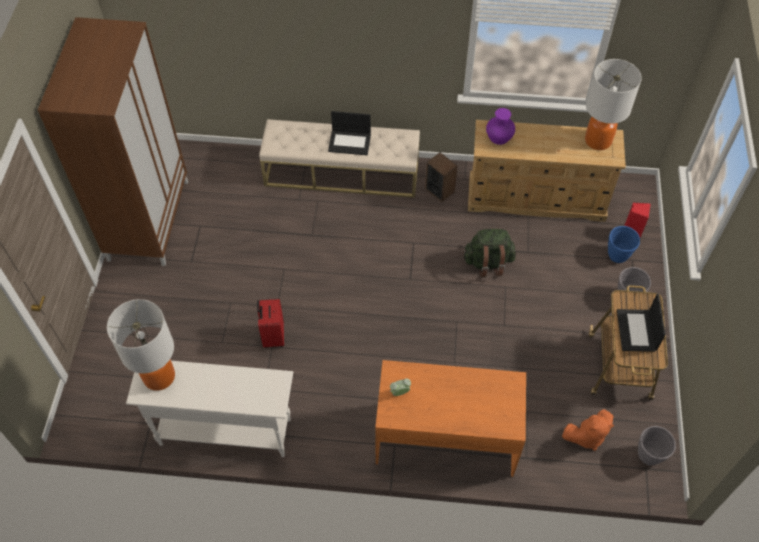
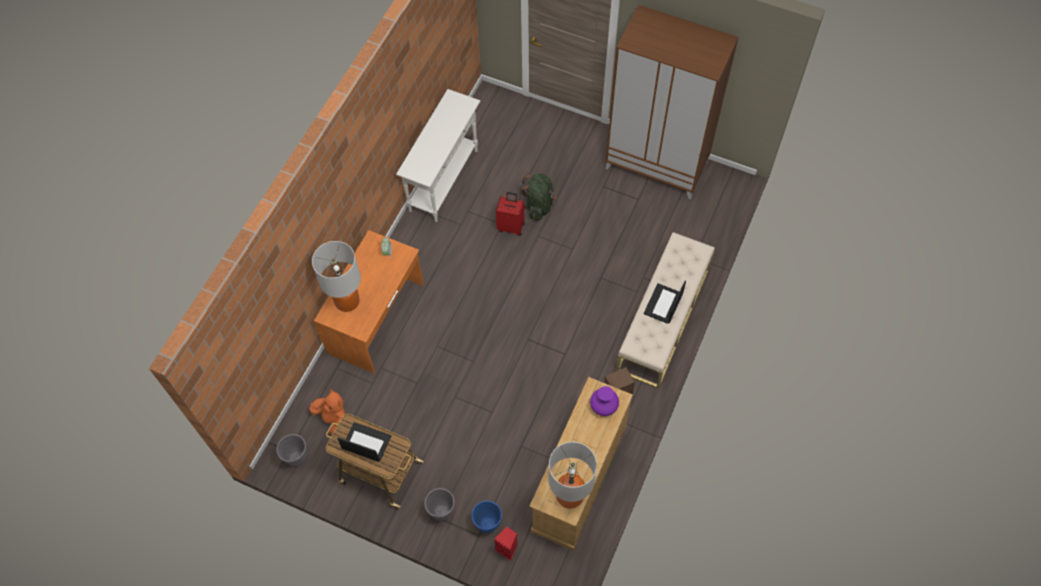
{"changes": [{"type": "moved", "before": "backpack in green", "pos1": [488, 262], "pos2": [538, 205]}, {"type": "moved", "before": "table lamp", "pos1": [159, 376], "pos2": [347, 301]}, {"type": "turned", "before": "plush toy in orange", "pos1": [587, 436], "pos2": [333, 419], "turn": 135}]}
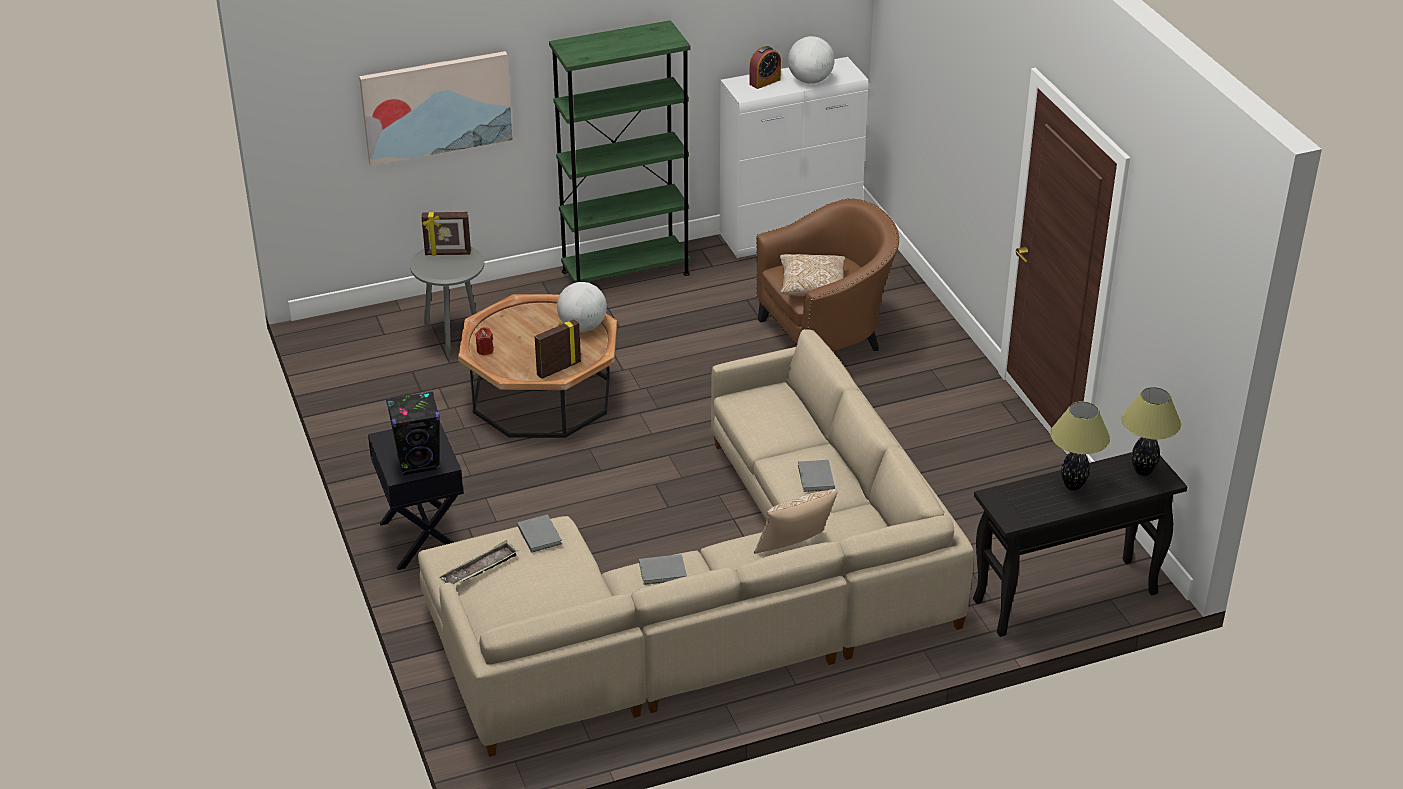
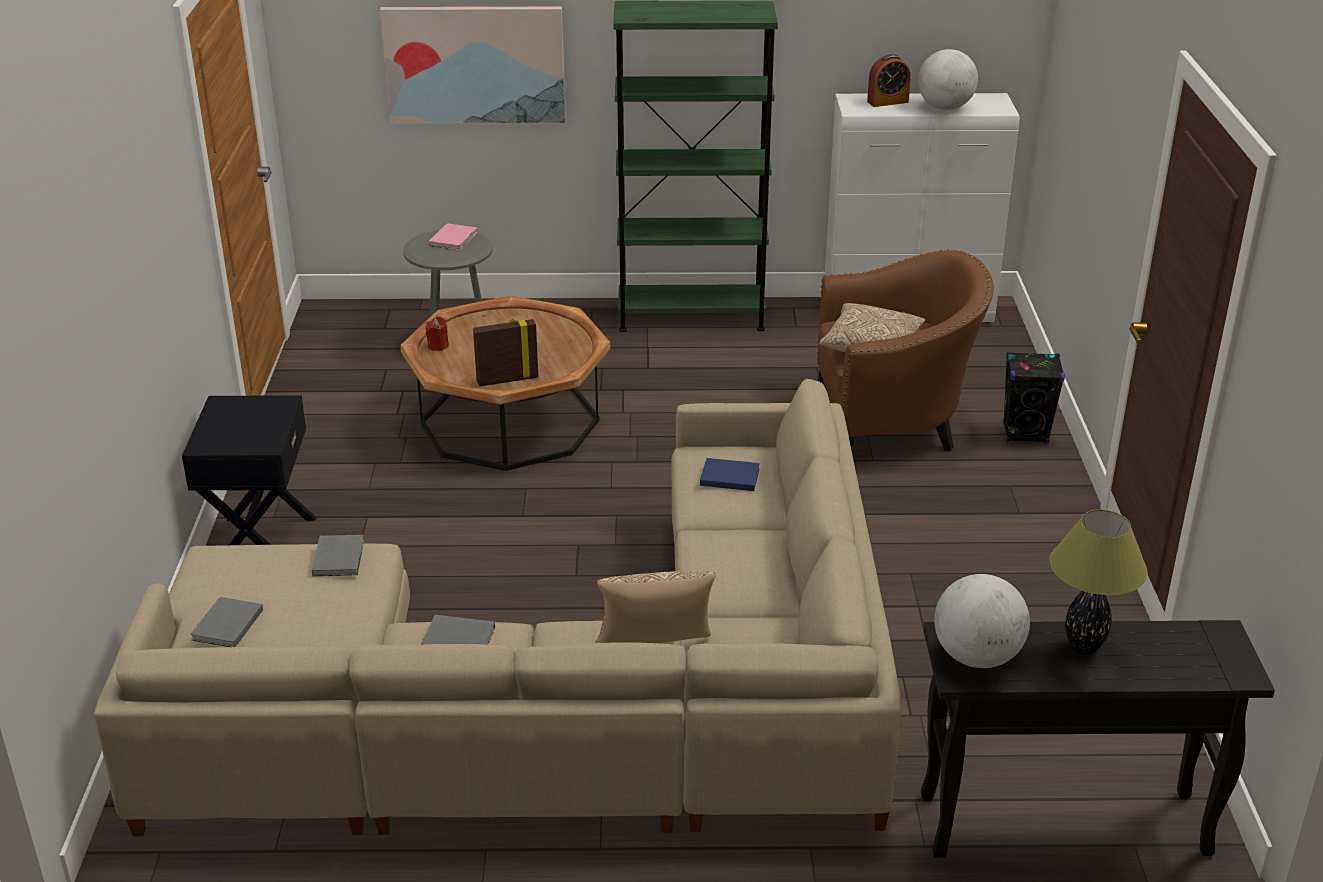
{"changes": [{"type": "replaced", "before": "picture frame", "after": "book in pink", "pos1": [448, 253], "pos2": [454, 238]}, {"type": "moved", "before": "globe", "pos1": [582, 327], "pos2": [976, 657]}, {"type": "removed", "before": "table lamp", "pos1": [1143, 471]}, {"type": "moved", "before": "speaker in black", "pos1": [418, 463], "pos2": [1025, 433]}, {"type": "moved", "before": "book in grey", "pos1": [815, 478], "pos2": [225, 626]}, {"type": "removed", "before": "tray", "pos1": [479, 569]}, {"type": "added", "after": "book in blue", "pos2": [728, 476]}]}
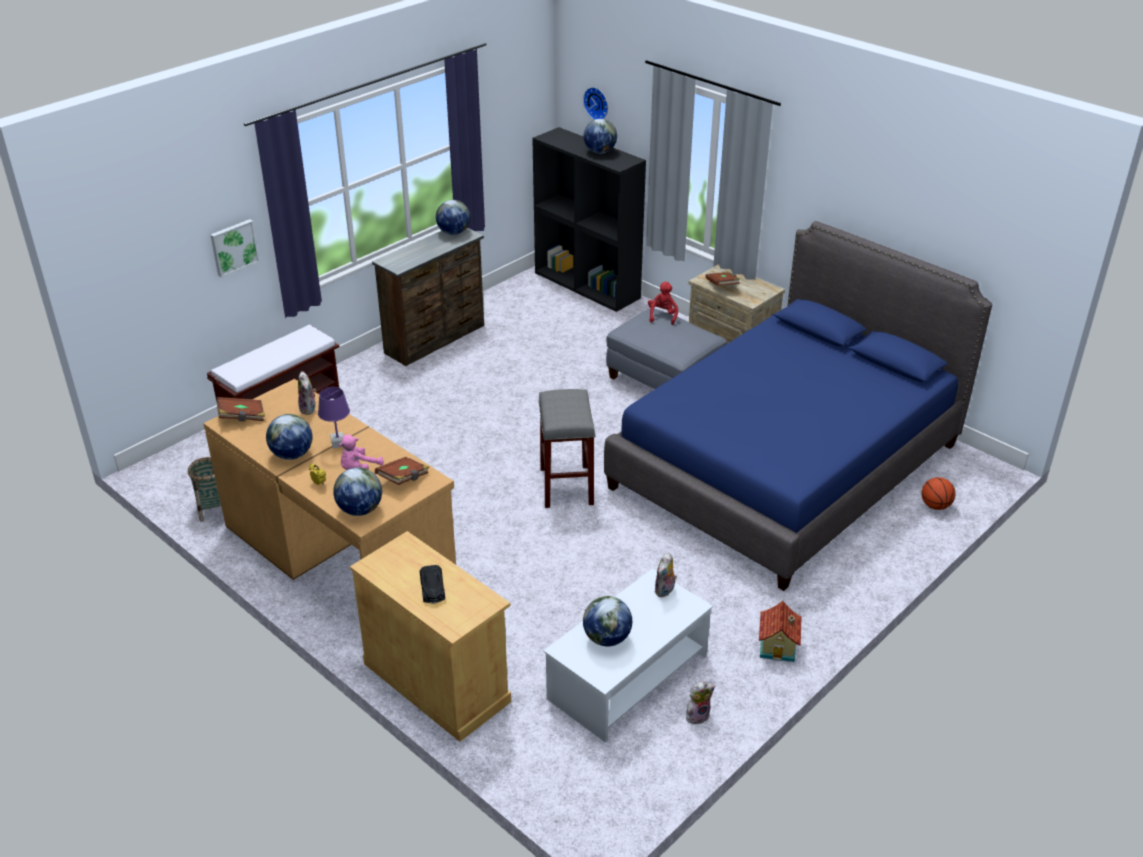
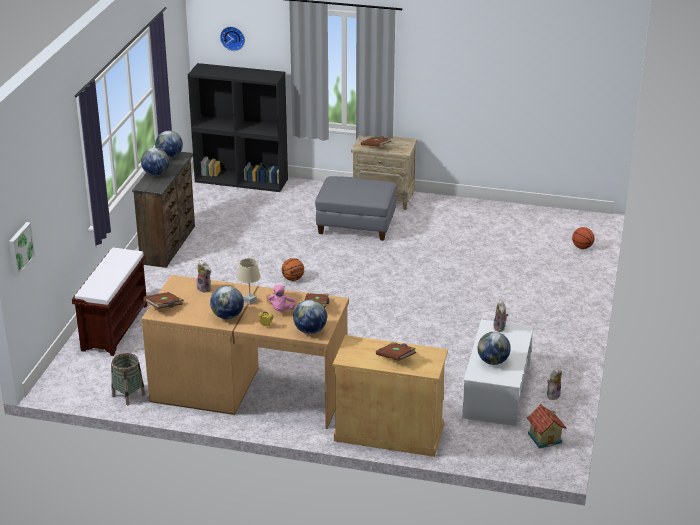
{"changes": [{"type": "moved", "before": "globe", "pos1": [600, 152], "pos2": [156, 174]}, {"type": "moved", "before": "picture", "pos1": [233, 247], "pos2": [20, 248]}, {"type": "removed", "before": "bed in blue", "pos1": [786, 466]}, {"type": "removed", "before": "plush toy in red", "pos1": [662, 316]}, {"type": "recoloured", "before": "table lamp in purple", "after": "table lamp in beige", "pos1": [338, 443], "pos2": [250, 301]}, {"type": "removed", "before": "stool in grey", "pos1": [567, 487]}, {"type": "replaced", "before": "toy car in black", "after": "book in brown", "pos1": [432, 589], "pos2": [396, 357]}, {"type": "moved", "before": "toy house", "pos1": [778, 647], "pos2": [545, 438]}, {"type": "added", "after": "basketball", "pos2": [293, 279]}]}
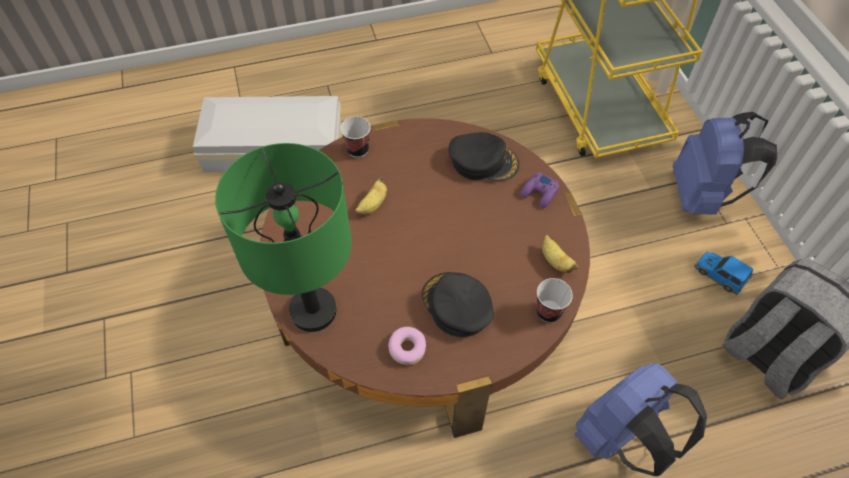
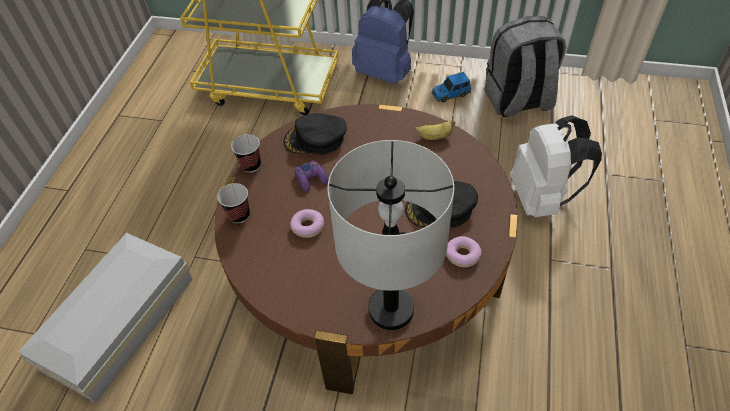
{"changes": [{"type": "turned", "before": "cap in black", "pos1": [483, 161], "pos2": [315, 139], "turn": -135}, {"type": "recoloured", "before": "table lamp in green", "after": "table lamp in grey", "pos1": [313, 311], "pos2": [391, 309]}, {"type": "moved", "before": "game controller in purple", "pos1": [539, 193], "pos2": [311, 179]}, {"type": "replaced", "before": "banana", "after": "donut", "pos1": [372, 205], "pos2": [307, 226]}, {"type": "moved", "before": "cup", "pos1": [548, 312], "pos2": [251, 165]}, {"type": "recoloured", "before": "backpack in blue", "after": "backpack in white", "pos1": [621, 437], "pos2": [541, 198]}]}
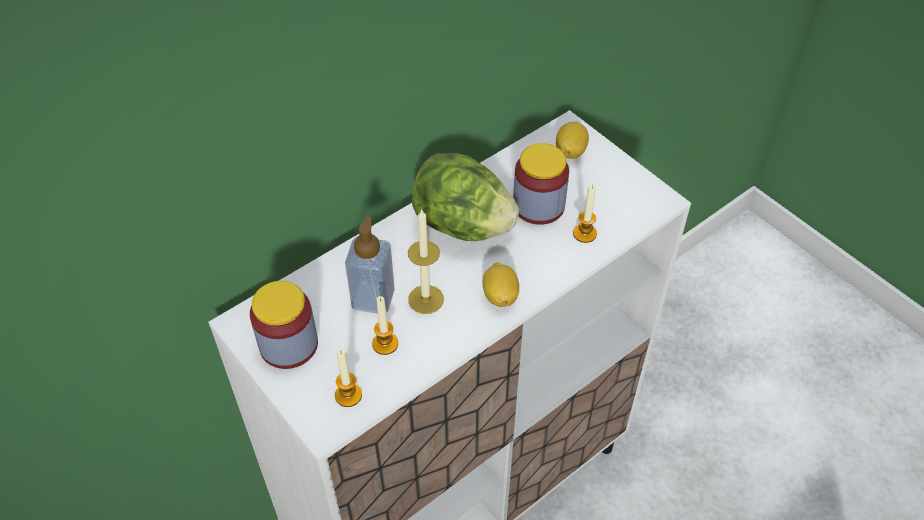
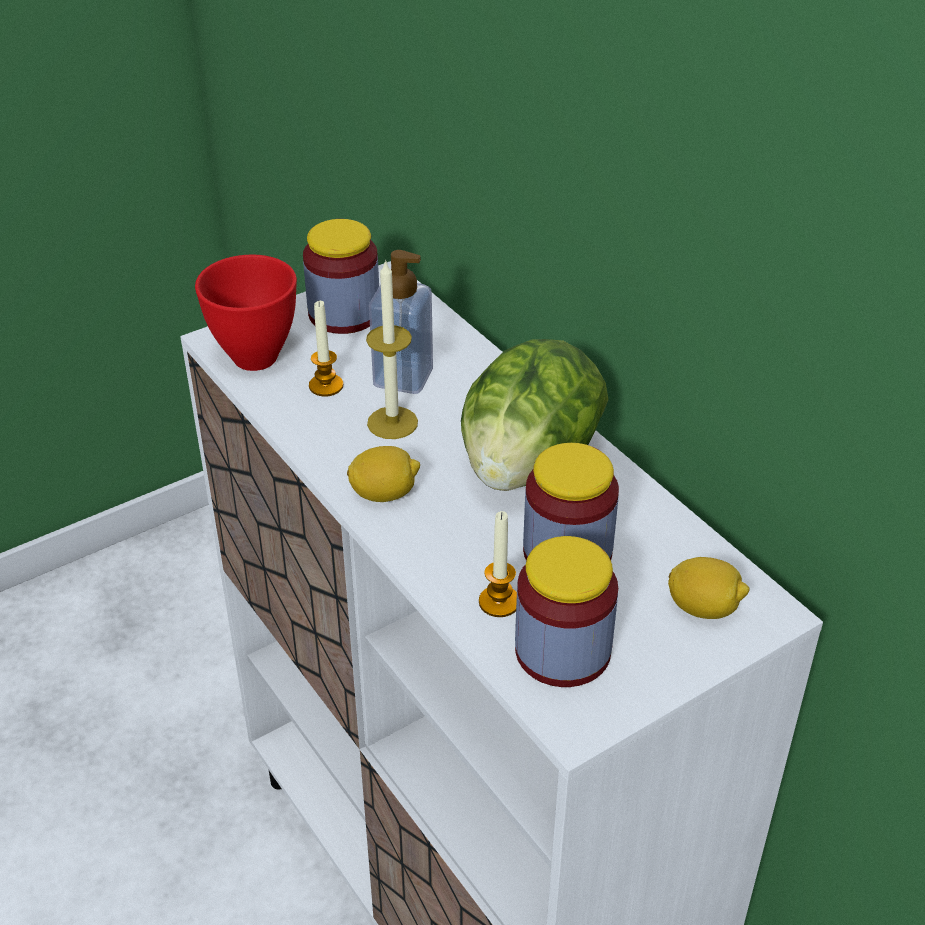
{"changes": [{"type": "replaced", "before": "candle", "after": "bowl in red", "pos1": [348, 395], "pos2": [257, 356]}, {"type": "added", "after": "jar", "pos2": [562, 651]}]}
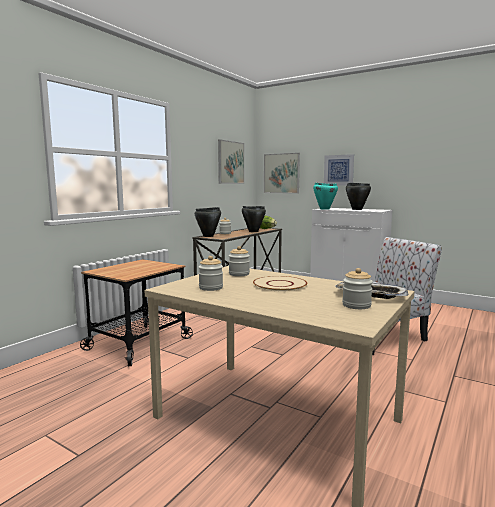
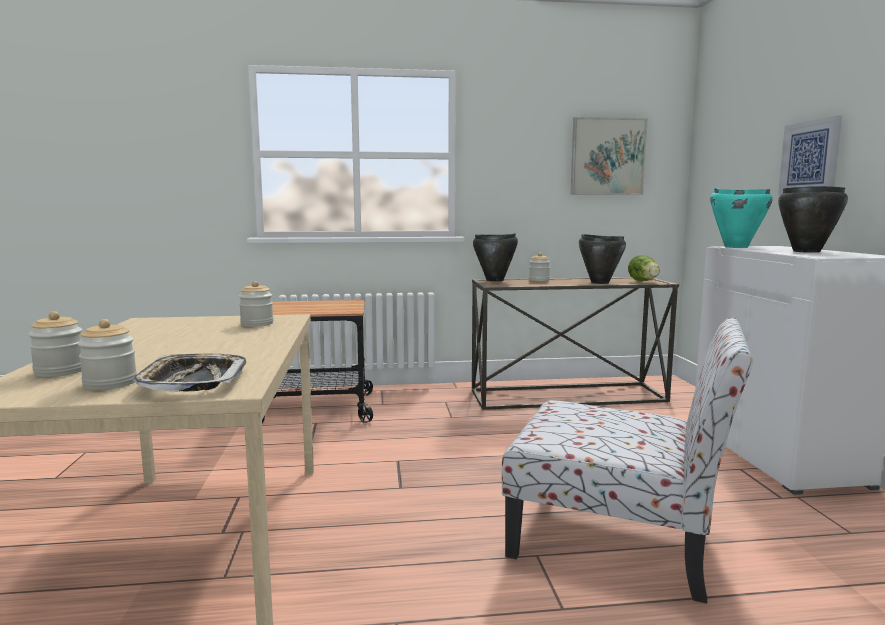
{"changes": [{"type": "removed", "before": "picture", "pos1": [281, 173]}, {"type": "moved", "before": "jar", "pos1": [211, 288], "pos2": [60, 371]}, {"type": "removed", "before": "plate in beige", "pos1": [279, 284]}]}
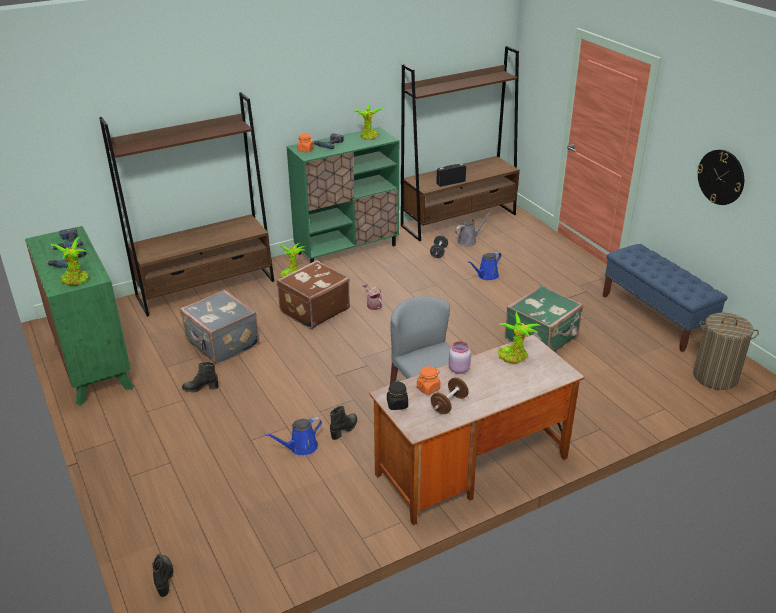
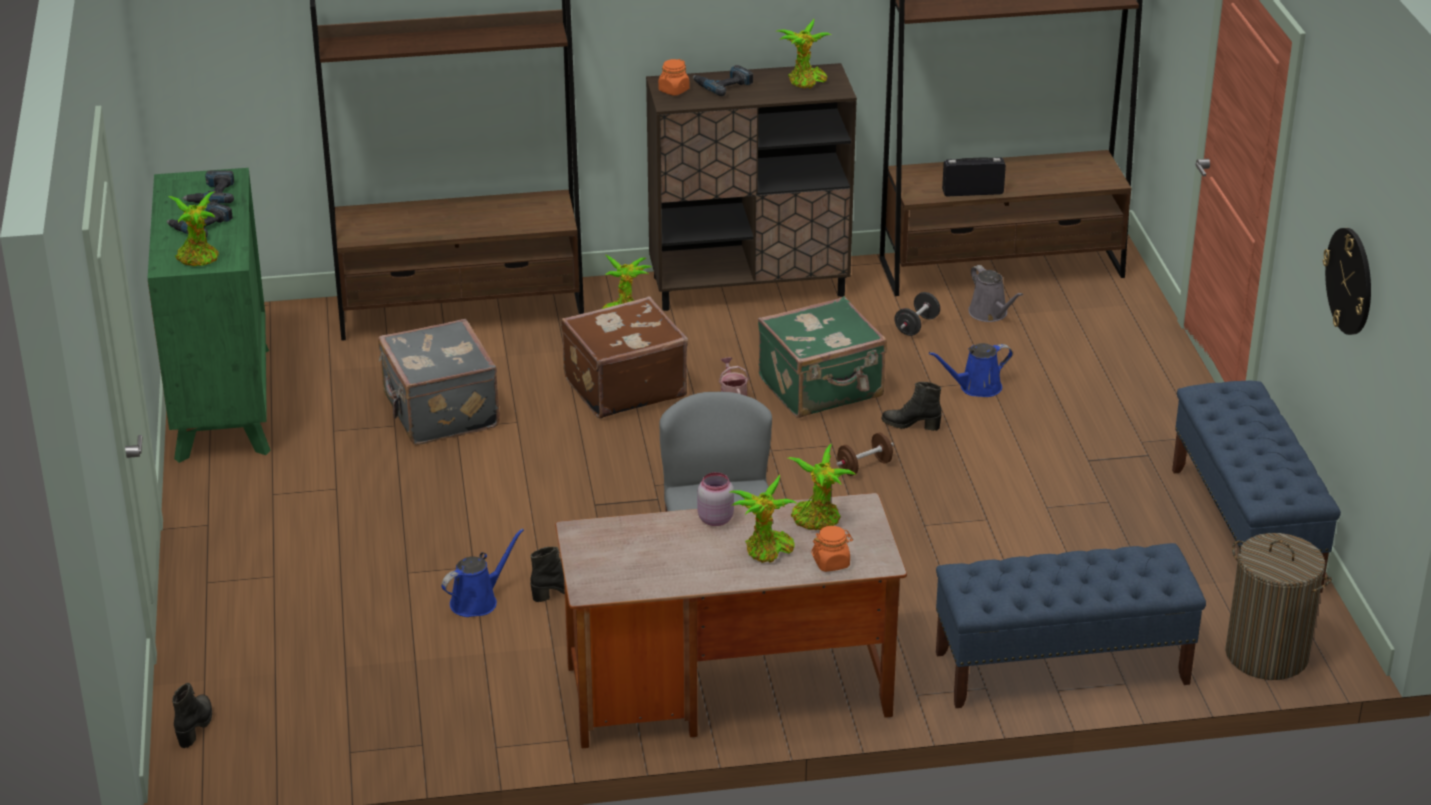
{"changes": [{"type": "recoloured", "before": "cabinet in green", "after": "cabinet in brown", "pos1": [347, 249], "pos2": [749, 286]}, {"type": "turned", "before": "watering can in grey", "pos1": [468, 241], "pos2": [990, 314], "turn": 75}, {"type": "moved", "before": "suitcase in green", "pos1": [542, 338], "pos2": [822, 388]}, {"type": "moved", "before": "boot in black", "pos1": [200, 388], "pos2": [911, 425]}, {"type": "moved", "before": "jar in orange", "pos1": [428, 388], "pos2": [831, 563]}, {"type": "moved", "before": "dumbbell in brown", "pos1": [449, 404], "pos2": [864, 467]}, {"type": "removed", "before": "jar in black", "pos1": [397, 404]}, {"type": "turned", "before": "watering can in blue", "pos1": [301, 447], "pos2": [477, 601], "turn": 150}, {"type": "added", "after": "potted plant", "pos2": [766, 551]}, {"type": "added", "after": "bench in blue", "pos2": [1061, 668]}]}
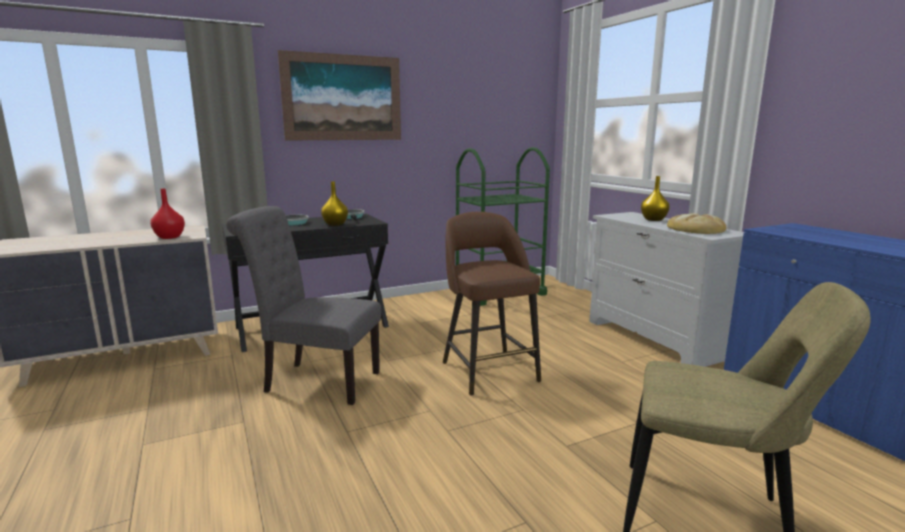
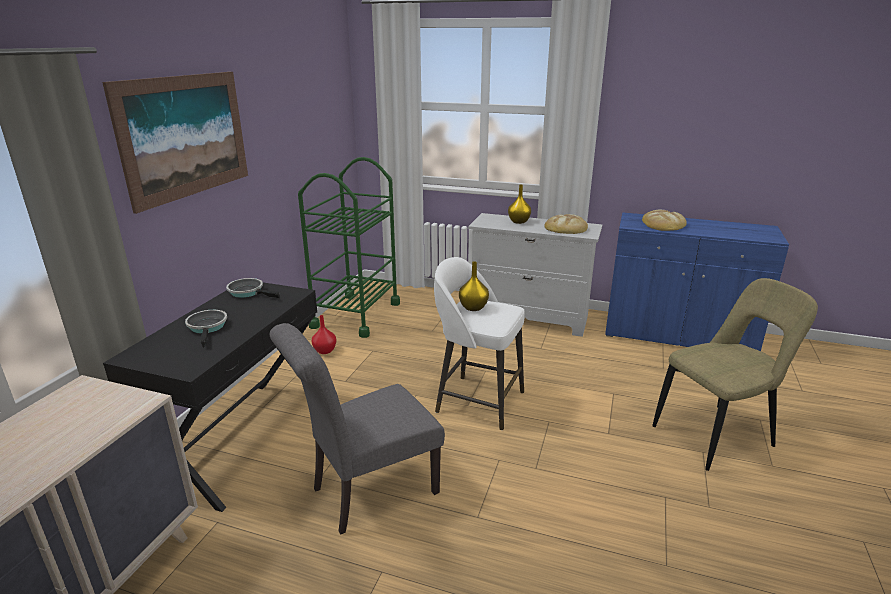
{"changes": [{"type": "moved", "before": "vase in yellow", "pos1": [334, 224], "pos2": [473, 308]}, {"type": "moved", "before": "vase in red", "pos1": [170, 237], "pos2": [325, 350]}, {"type": "recoloured", "before": "stool in brown", "after": "stool in white", "pos1": [488, 370], "pos2": [477, 401]}, {"type": "added", "after": "bread", "pos2": [663, 224]}]}
